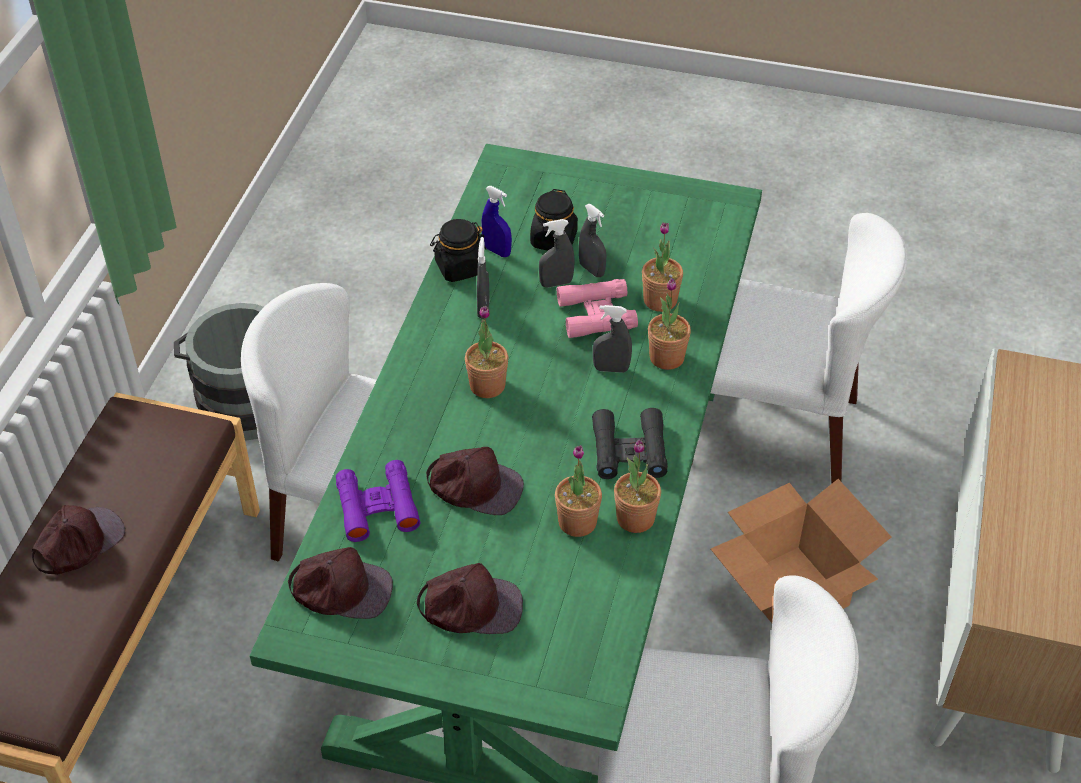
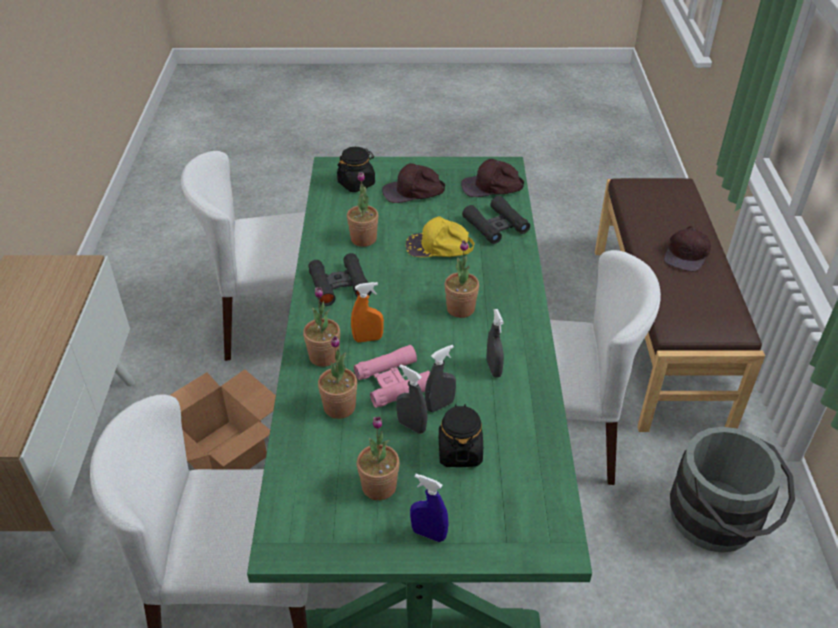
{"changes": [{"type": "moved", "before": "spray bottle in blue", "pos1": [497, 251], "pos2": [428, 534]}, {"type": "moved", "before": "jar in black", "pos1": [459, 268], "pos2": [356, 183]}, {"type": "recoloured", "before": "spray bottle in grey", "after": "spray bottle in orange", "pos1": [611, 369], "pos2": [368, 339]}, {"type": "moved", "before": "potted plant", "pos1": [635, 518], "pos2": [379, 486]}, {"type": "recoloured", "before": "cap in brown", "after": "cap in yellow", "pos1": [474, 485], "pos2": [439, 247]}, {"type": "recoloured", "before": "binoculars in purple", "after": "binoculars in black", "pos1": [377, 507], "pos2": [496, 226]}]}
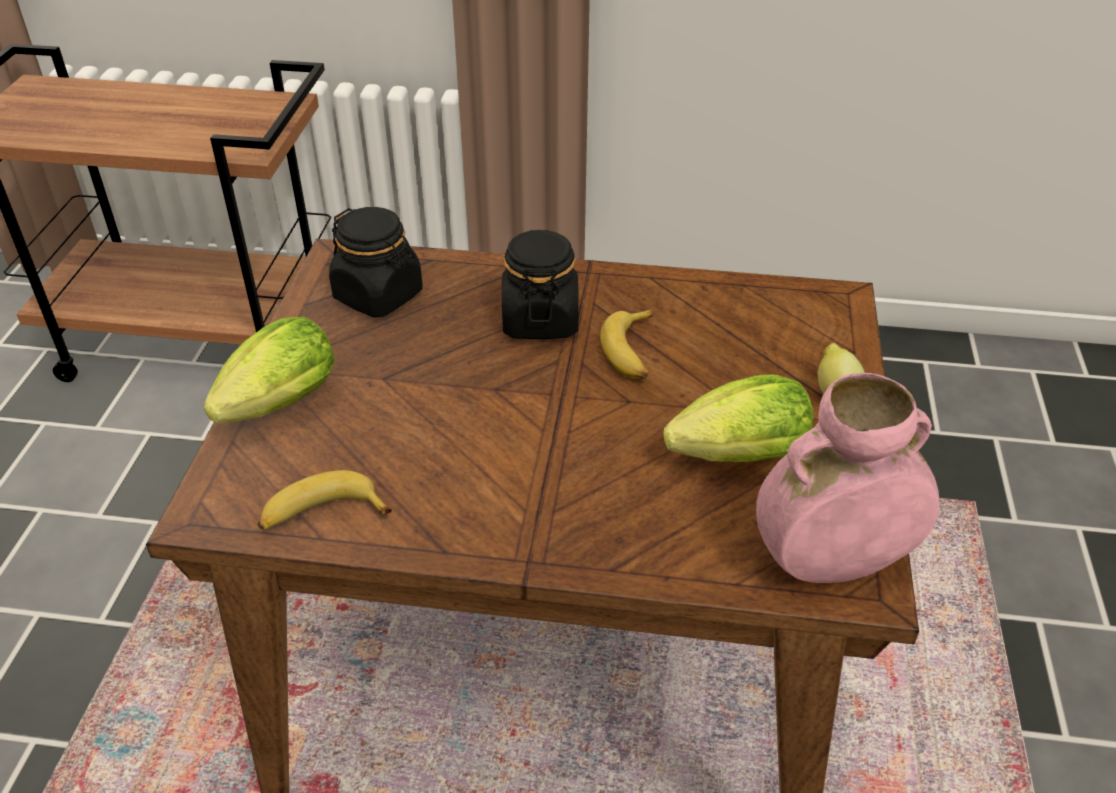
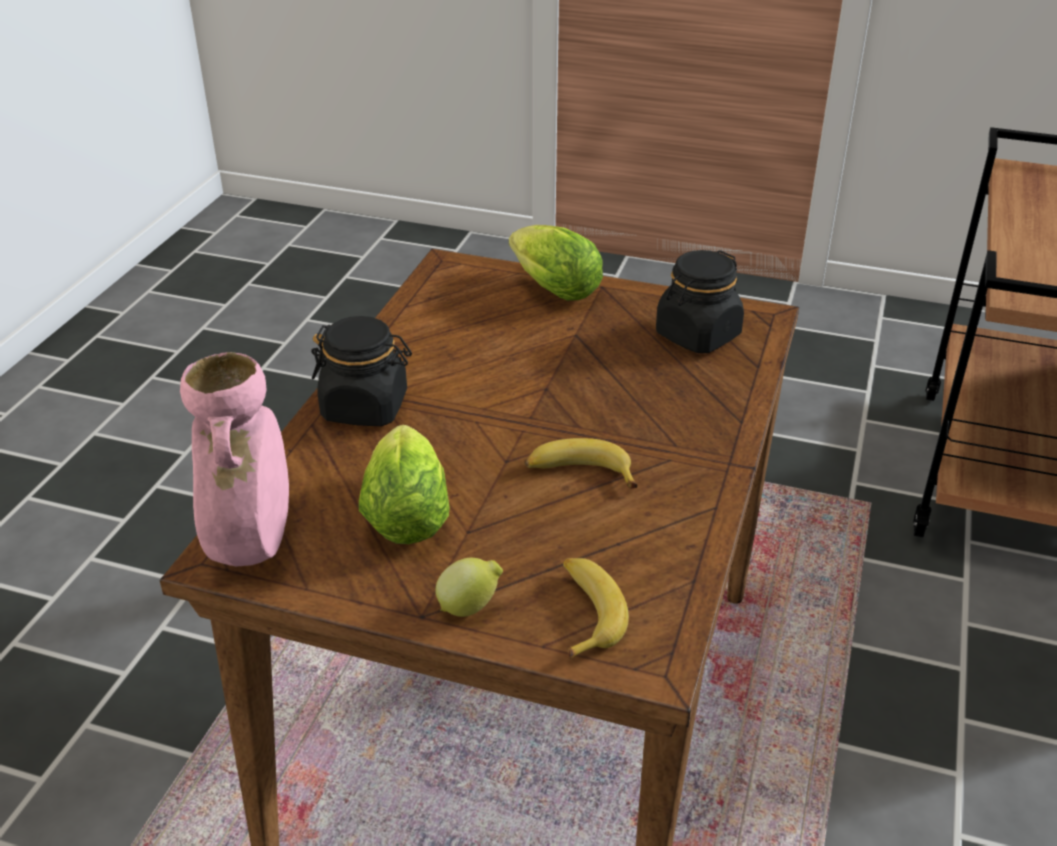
{"changes": [{"type": "moved", "before": "jar in black", "pos1": [540, 320], "pos2": [365, 407]}, {"type": "moved", "before": "banana", "pos1": [321, 515], "pos2": [585, 612]}]}
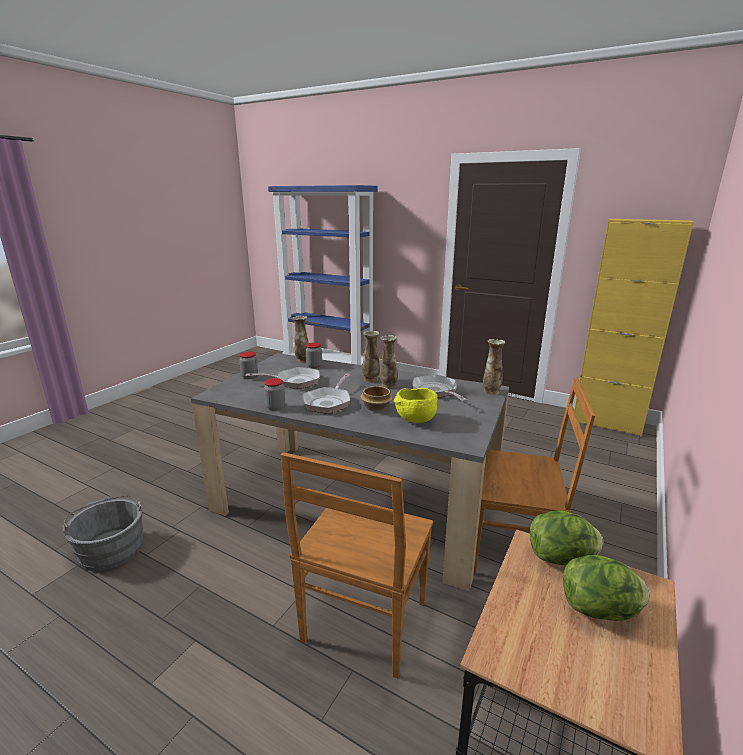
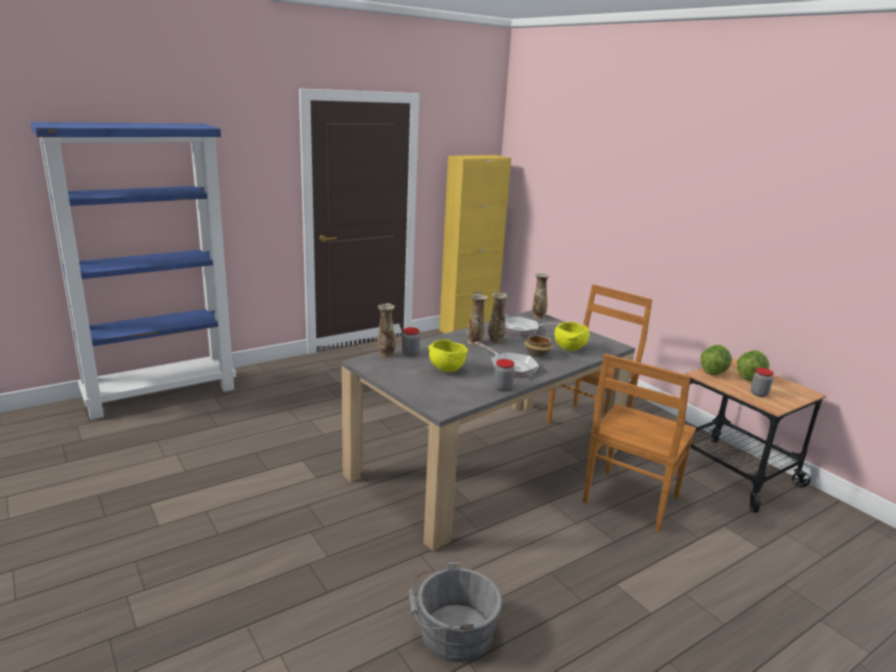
{"changes": [{"type": "moved", "before": "jar", "pos1": [249, 376], "pos2": [758, 394]}, {"type": "replaced", "before": "frying pan", "after": "bowl in yellow", "pos1": [294, 381], "pos2": [445, 369]}, {"type": "turned", "before": "chair in brown", "pos1": [363, 624], "pos2": [629, 501], "turn": 75}]}
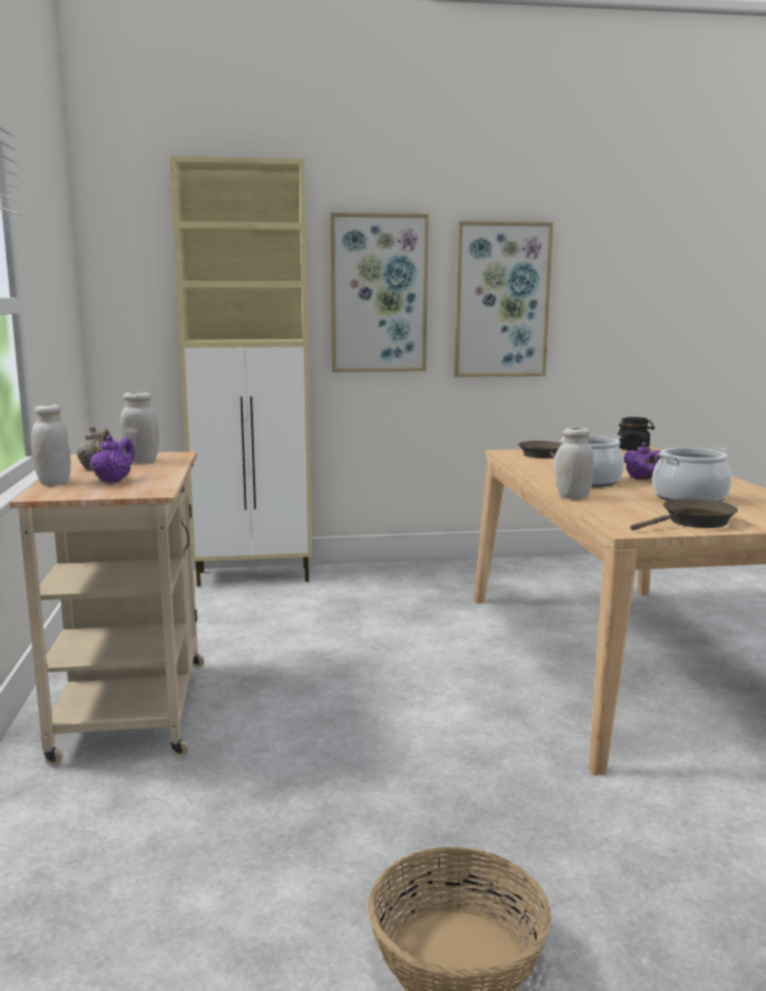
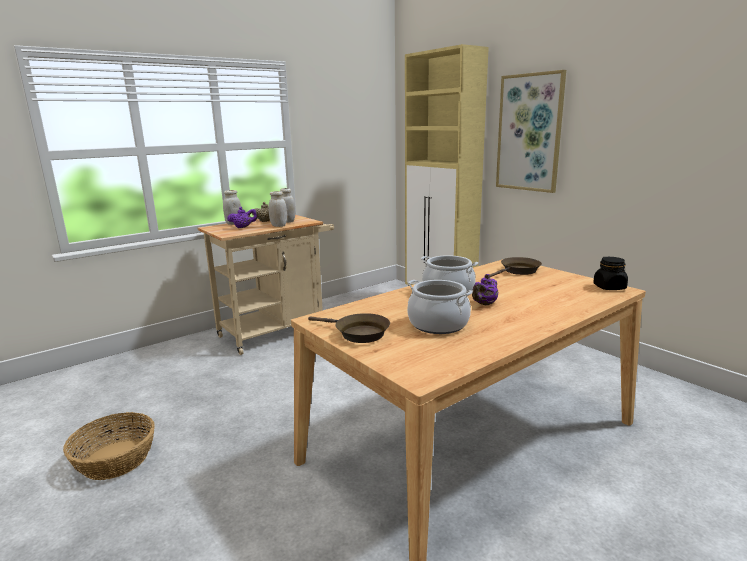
{"changes": [{"type": "removed", "before": "picture", "pos1": [501, 300]}, {"type": "moved", "before": "jar in white", "pos1": [573, 497], "pos2": [278, 226]}]}
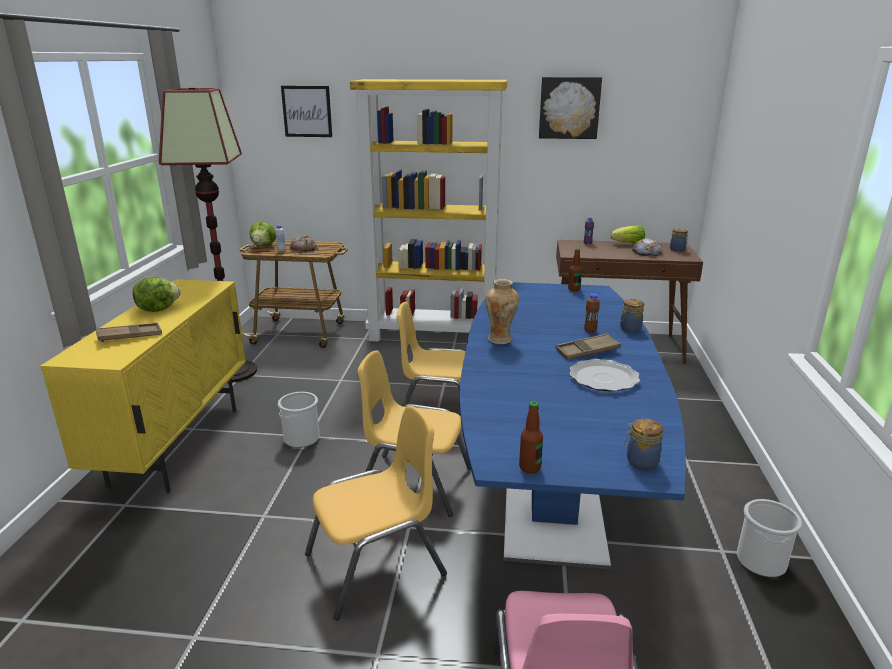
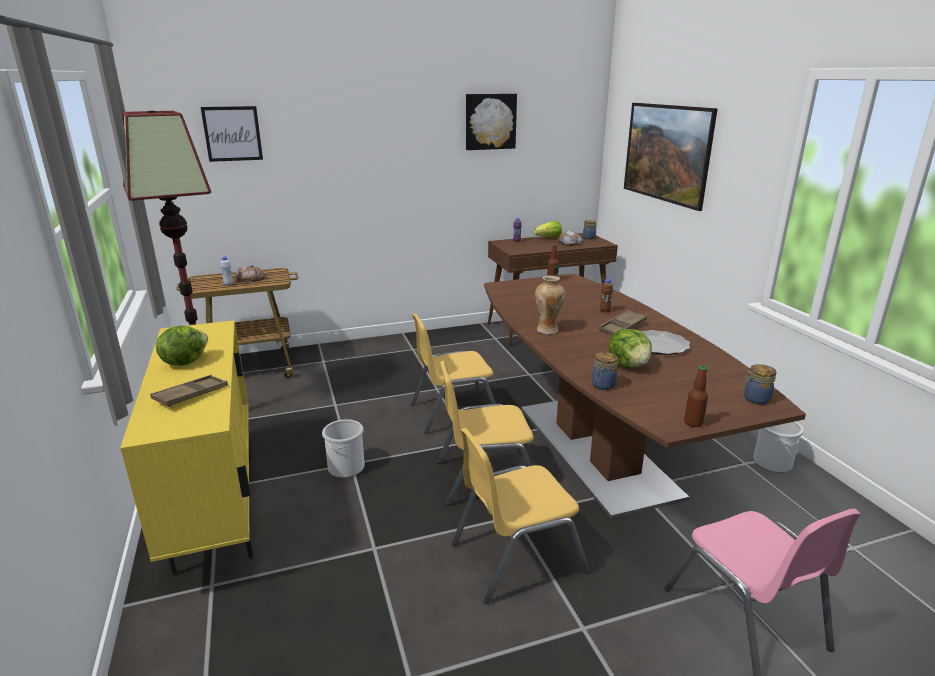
{"changes": [{"type": "removed", "before": "bookcase in yellow", "pos1": [434, 335]}, {"type": "moved", "before": "lettuce", "pos1": [264, 245], "pos2": [629, 365]}, {"type": "recoloured", "before": "dining table in blue", "after": "dining table in brown", "pos1": [551, 486], "pos2": [595, 450]}, {"type": "moved", "before": "jar", "pos1": [629, 329], "pos2": [602, 386]}, {"type": "turned", "before": "chair in yellow", "pos1": [376, 565], "pos2": [516, 557], "turn": -150}, {"type": "added", "after": "picture", "pos2": [663, 176]}]}
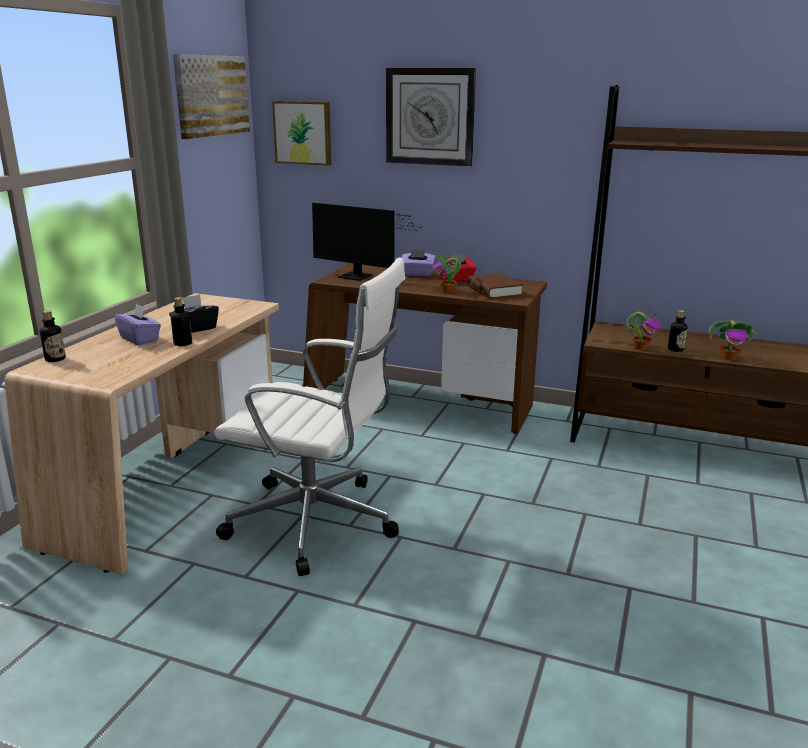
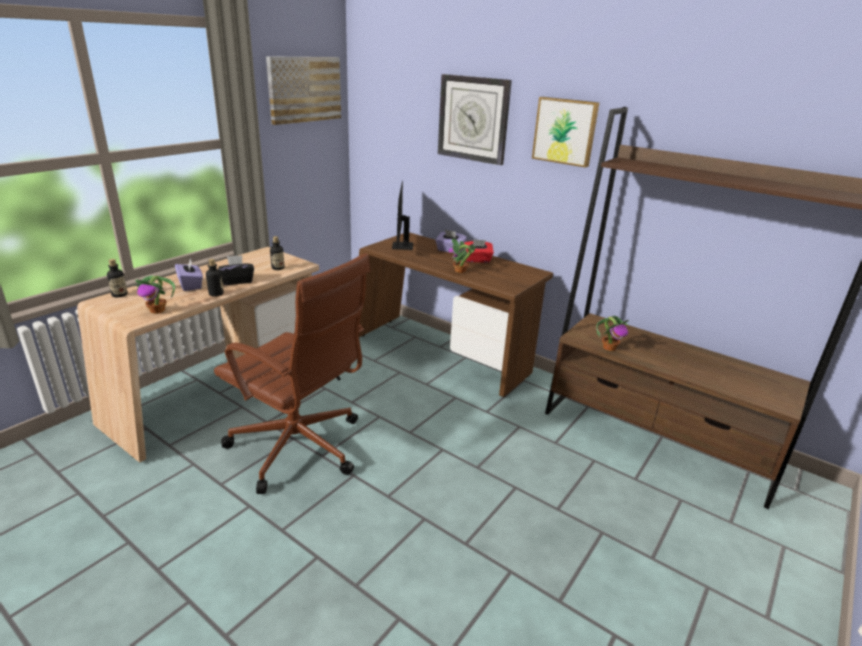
{"changes": [{"type": "moved", "before": "picture", "pos1": [303, 132], "pos2": [565, 131]}, {"type": "turned", "before": "monitor", "pos1": [359, 277], "pos2": [401, 247], "turn": 45}, {"type": "recoloured", "before": "office chair in white", "after": "office chair in brown", "pos1": [317, 523], "pos2": [299, 448]}, {"type": "removed", "before": "book in brown", "pos1": [494, 291]}, {"type": "moved", "before": "bottle", "pos1": [675, 349], "pos2": [278, 268]}, {"type": "moved", "before": "potted plant", "pos1": [729, 357], "pos2": [158, 310]}]}
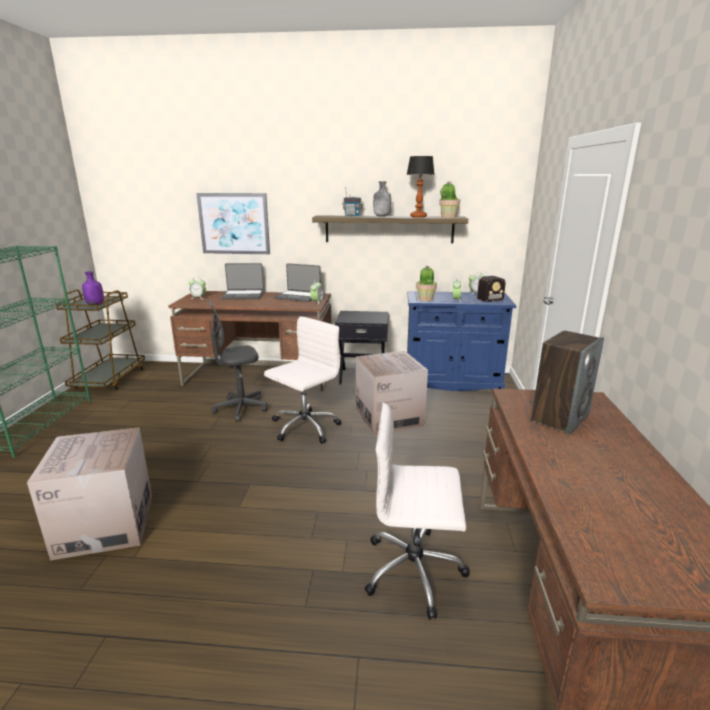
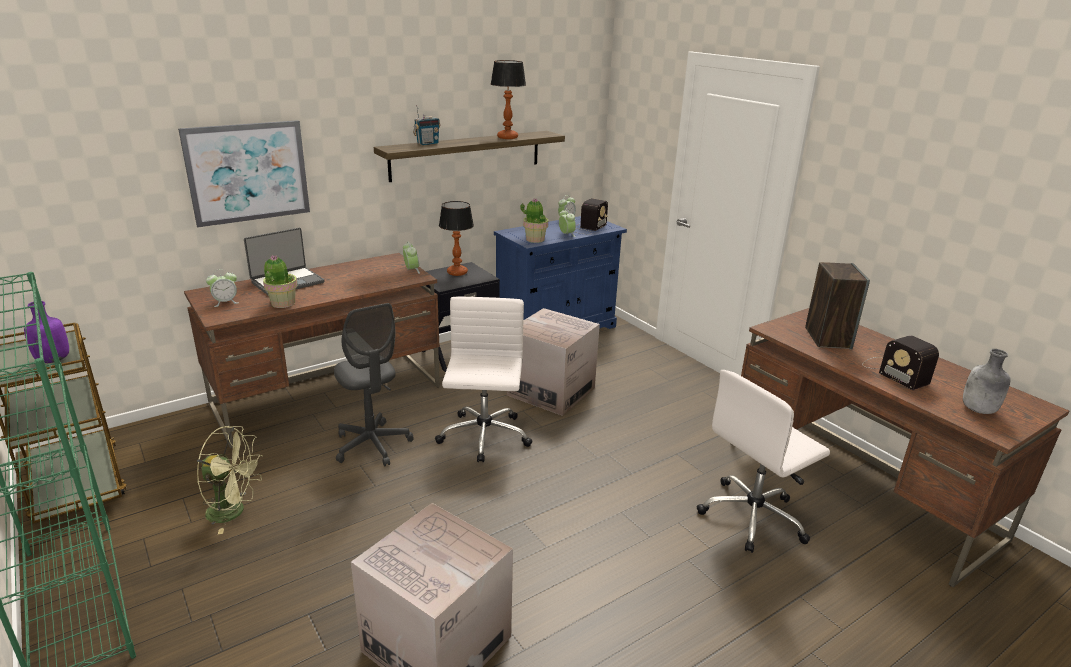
{"changes": [{"type": "moved", "before": "bottle in grey", "pos1": [381, 216], "pos2": [978, 410]}, {"type": "moved", "before": "potted plant", "pos1": [448, 217], "pos2": [282, 303]}, {"type": "removed", "before": "laptop", "pos1": [298, 297]}, {"type": "turned", "before": "office chair in grey", "pos1": [240, 408], "pos2": [372, 445], "turn": -60}, {"type": "added", "after": "table lamp", "pos2": [457, 273]}, {"type": "added", "after": "radio", "pos2": [893, 371]}, {"type": "added", "after": "fan in green", "pos2": [234, 512]}]}
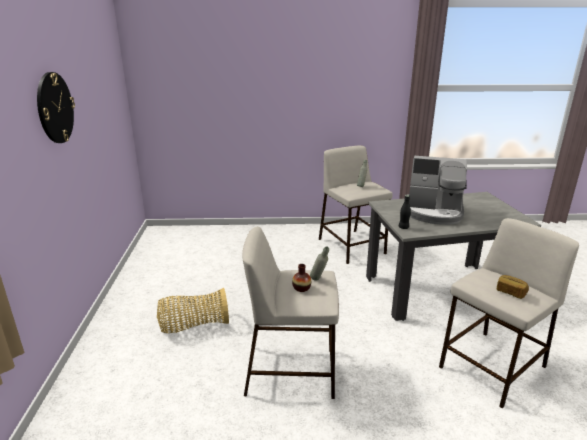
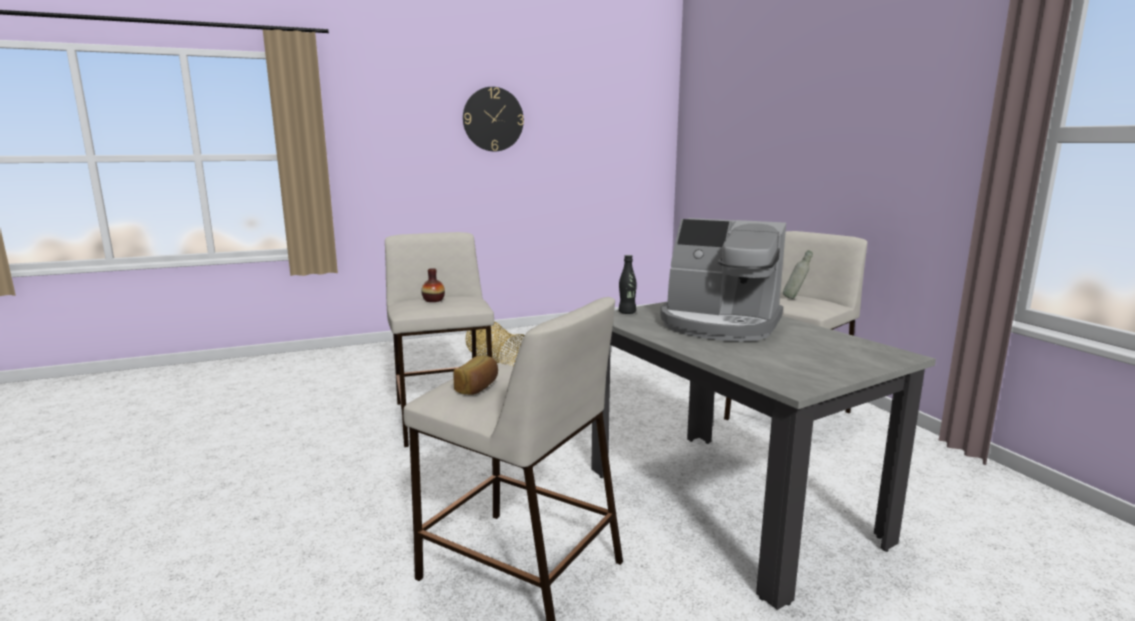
{"changes": [{"type": "turned", "before": "coffee machine", "pos1": [433, 212], "pos2": [719, 324], "turn": -60}, {"type": "removed", "before": "bottle in grey", "pos1": [319, 280]}]}
